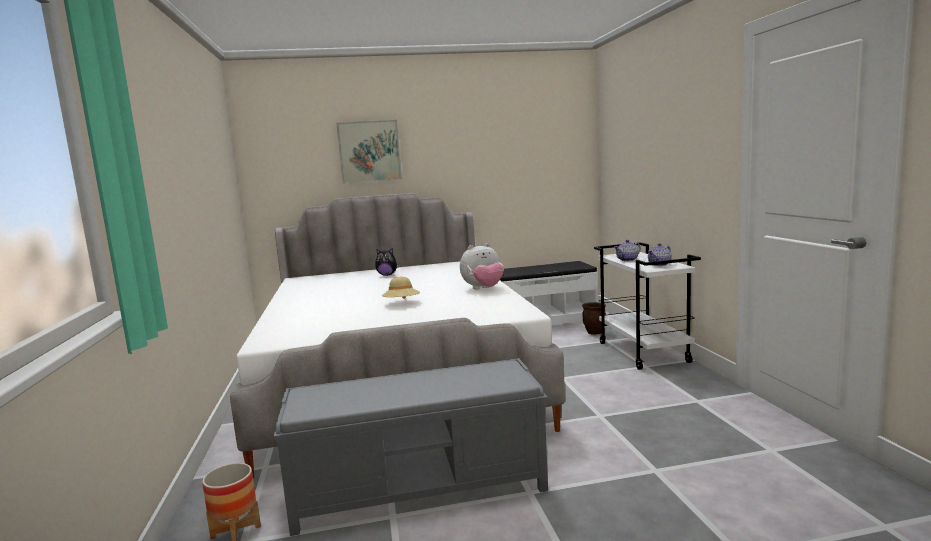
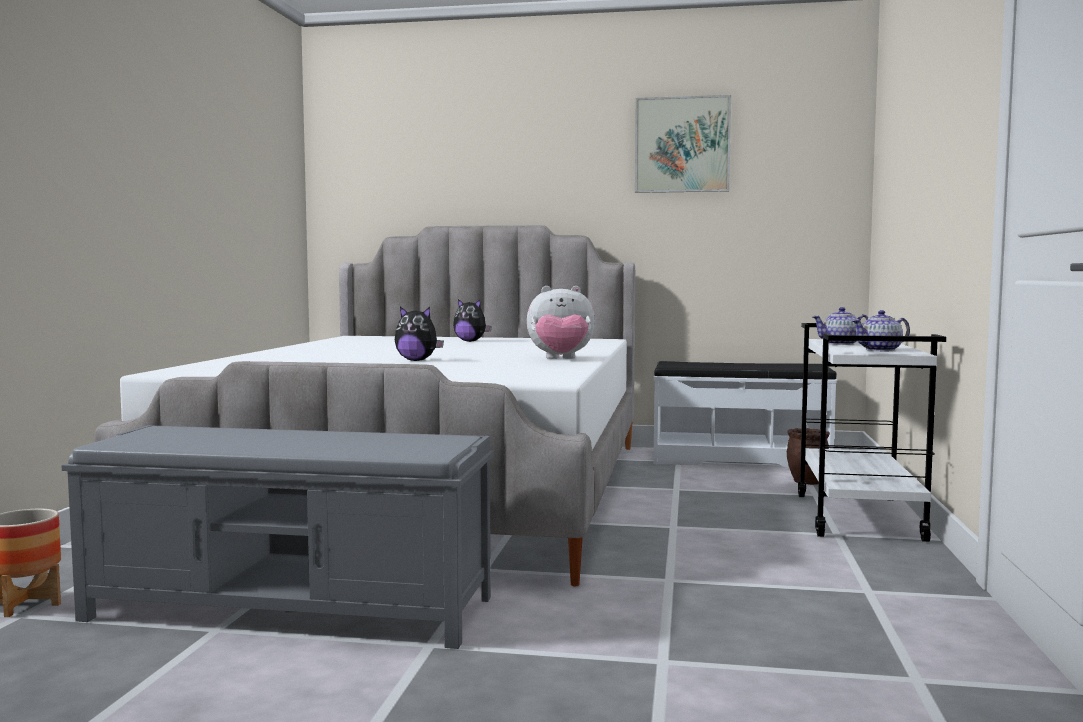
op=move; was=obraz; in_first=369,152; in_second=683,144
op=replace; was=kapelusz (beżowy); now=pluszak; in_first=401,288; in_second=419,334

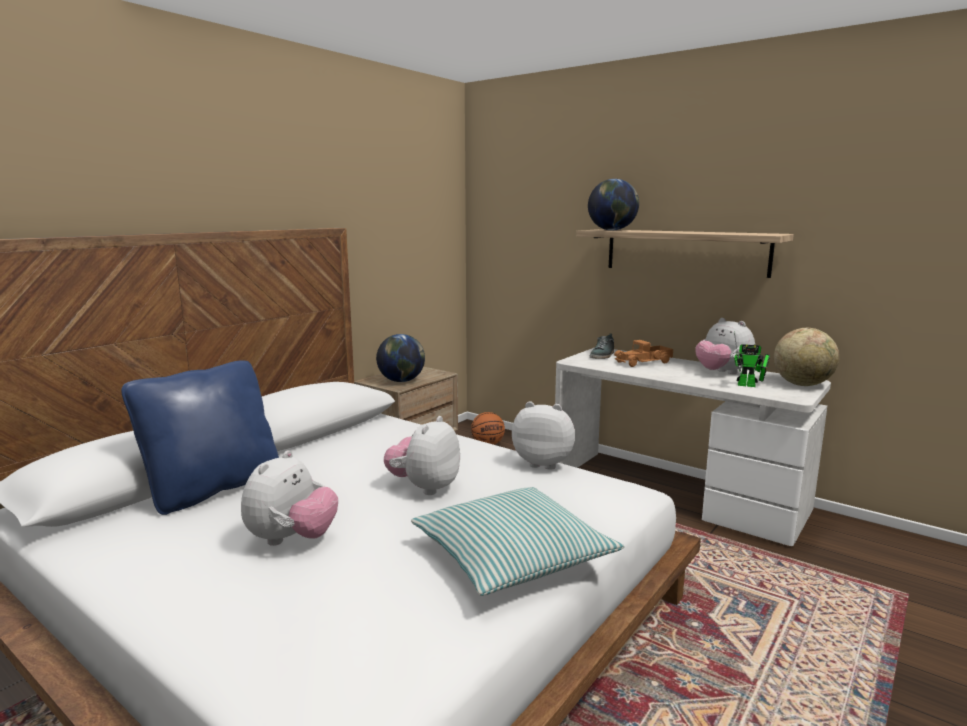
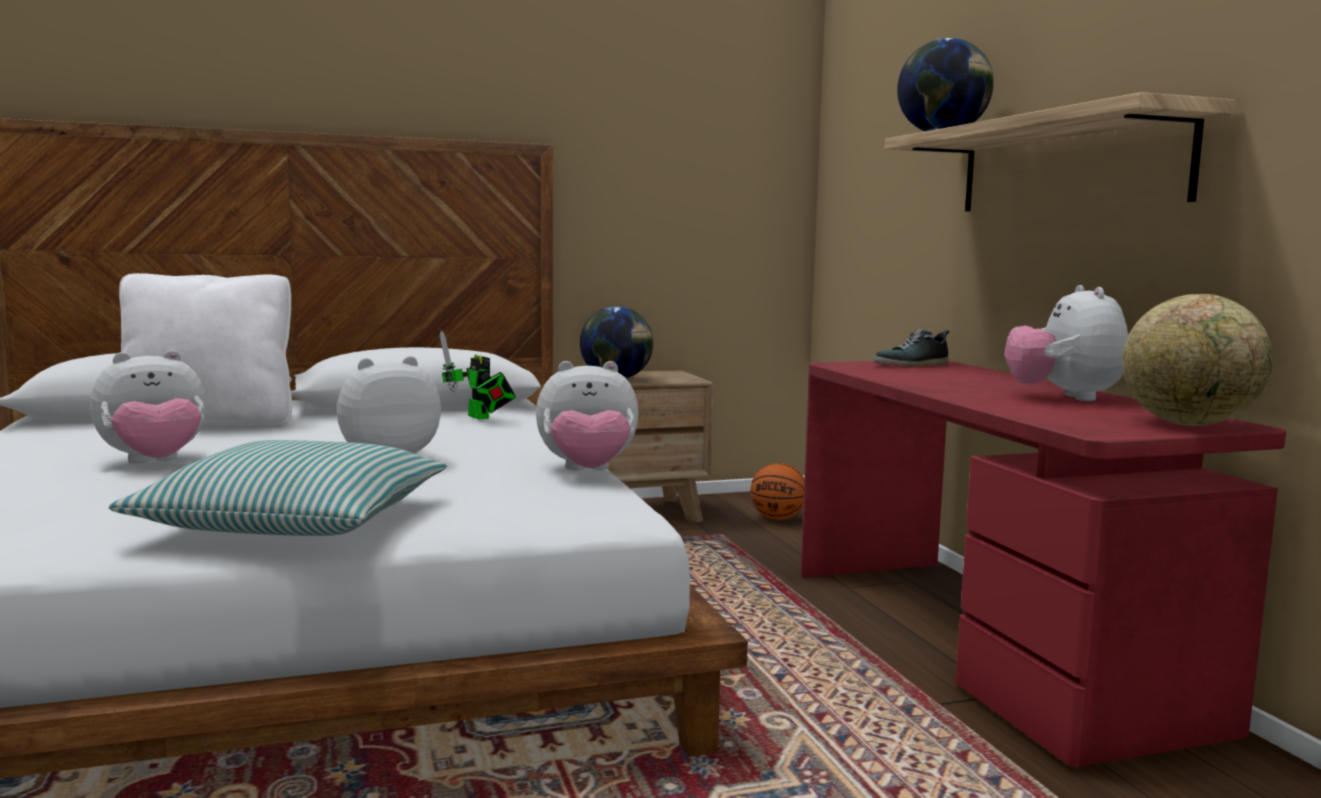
op=move; was=robot zabawkowy; in_first=752,359; in_second=477,375
op=delete; was=ciężarówka zabawkowa; in_first=643,353
op=recolor; was=biurko (biały); now=biurko (czerwony); in_first=693,447; in_second=1043,564
op=recolor; was=poduszka (niebieski); now=poduszka (biały); in_first=200,437; in_second=205,350
op=rotate; was=pluszak; in_first=543,435; in_second=587,415; clockwise=120

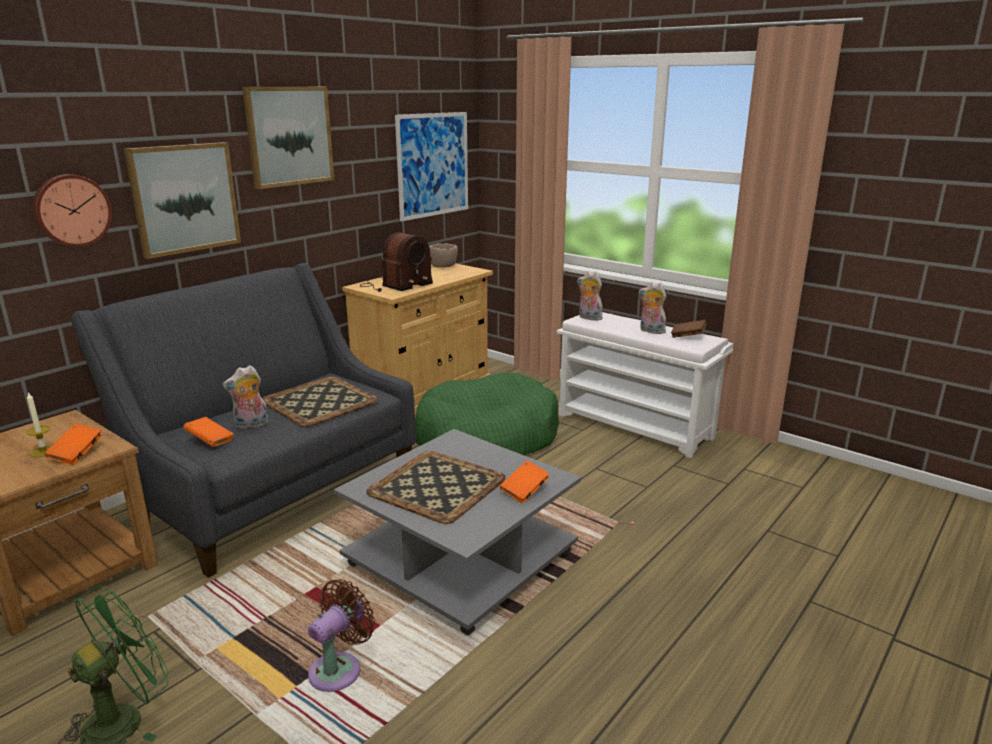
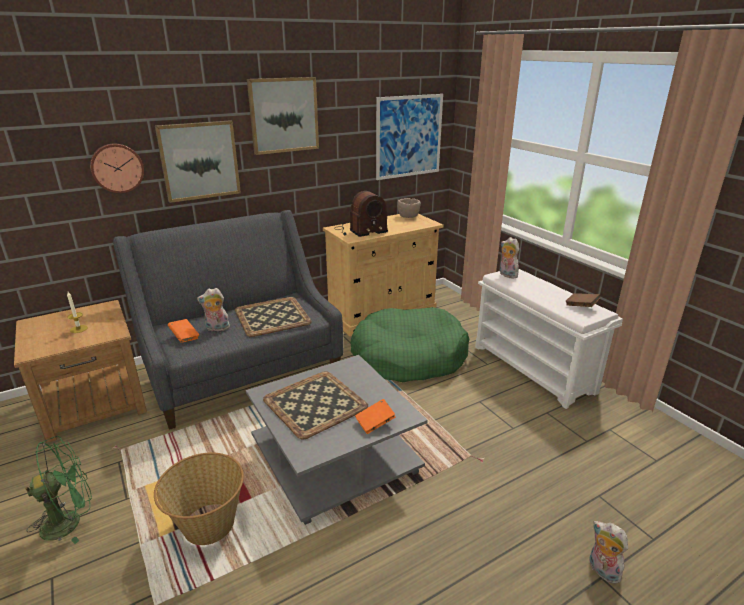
op=move; was=pluszak; in_first=653,308; in_second=608,552
op=delete; was=książka (pomarańczowy); in_first=73,444
op=replace; was=wentylator (brązowy); now=koszyk; in_first=341,635; in_second=199,498

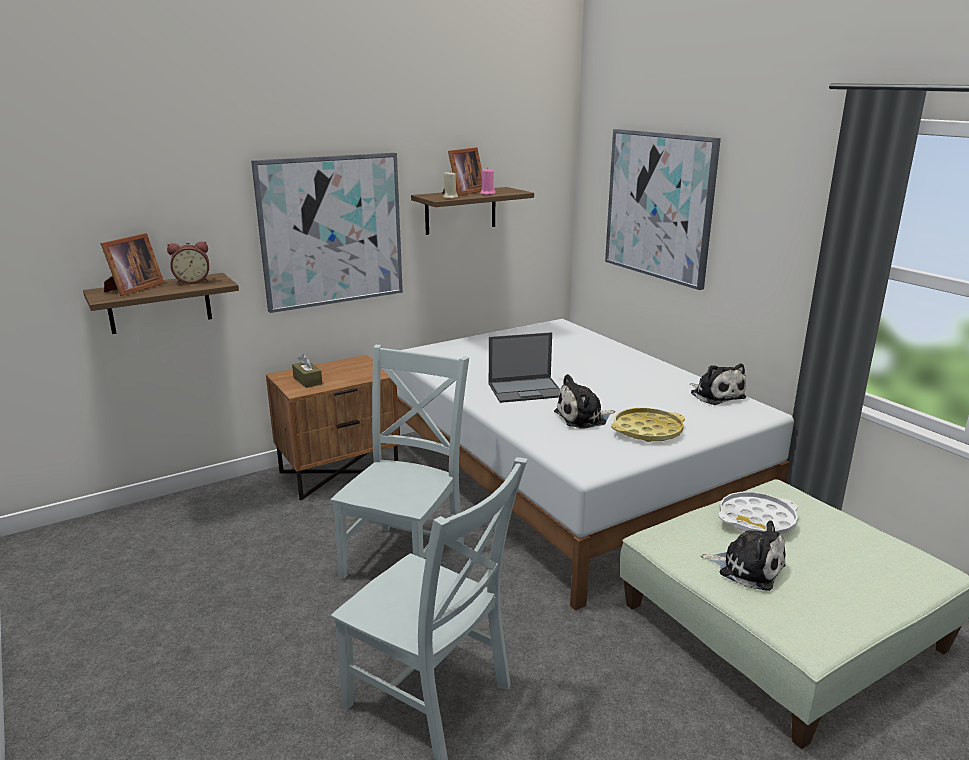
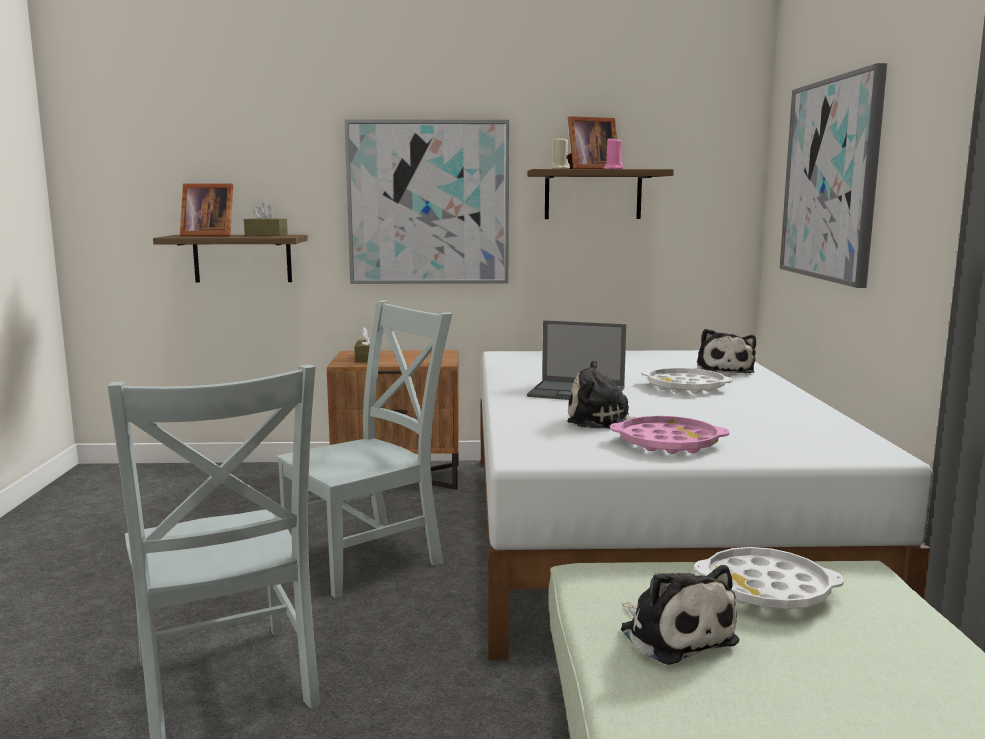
op=rotate; was=ramka na zdjęcie; in_first=132,264; in_second=206,209; clockwise=45
op=replace; was=budzik; now=pudełko chusteczek (brązowy); in_first=188,262; in_second=266,219
op=move; was=pluszak; in_first=718,384; in_second=726,351
op=recolor; was=taca (żółty); now=taca (różowy); in_first=648,425; in_second=669,435
op=insert; now=taca (biały); in_second=687,381

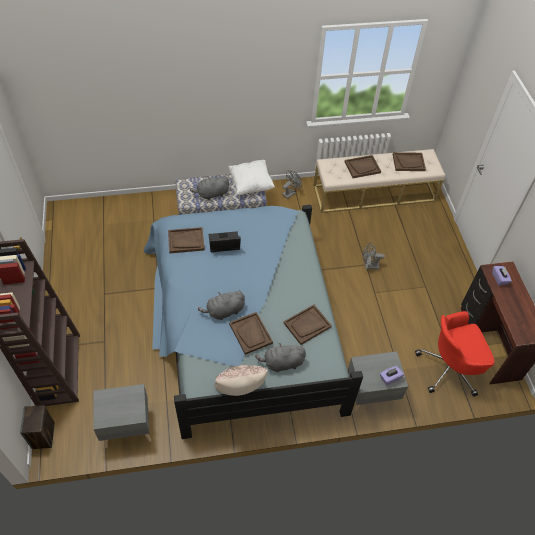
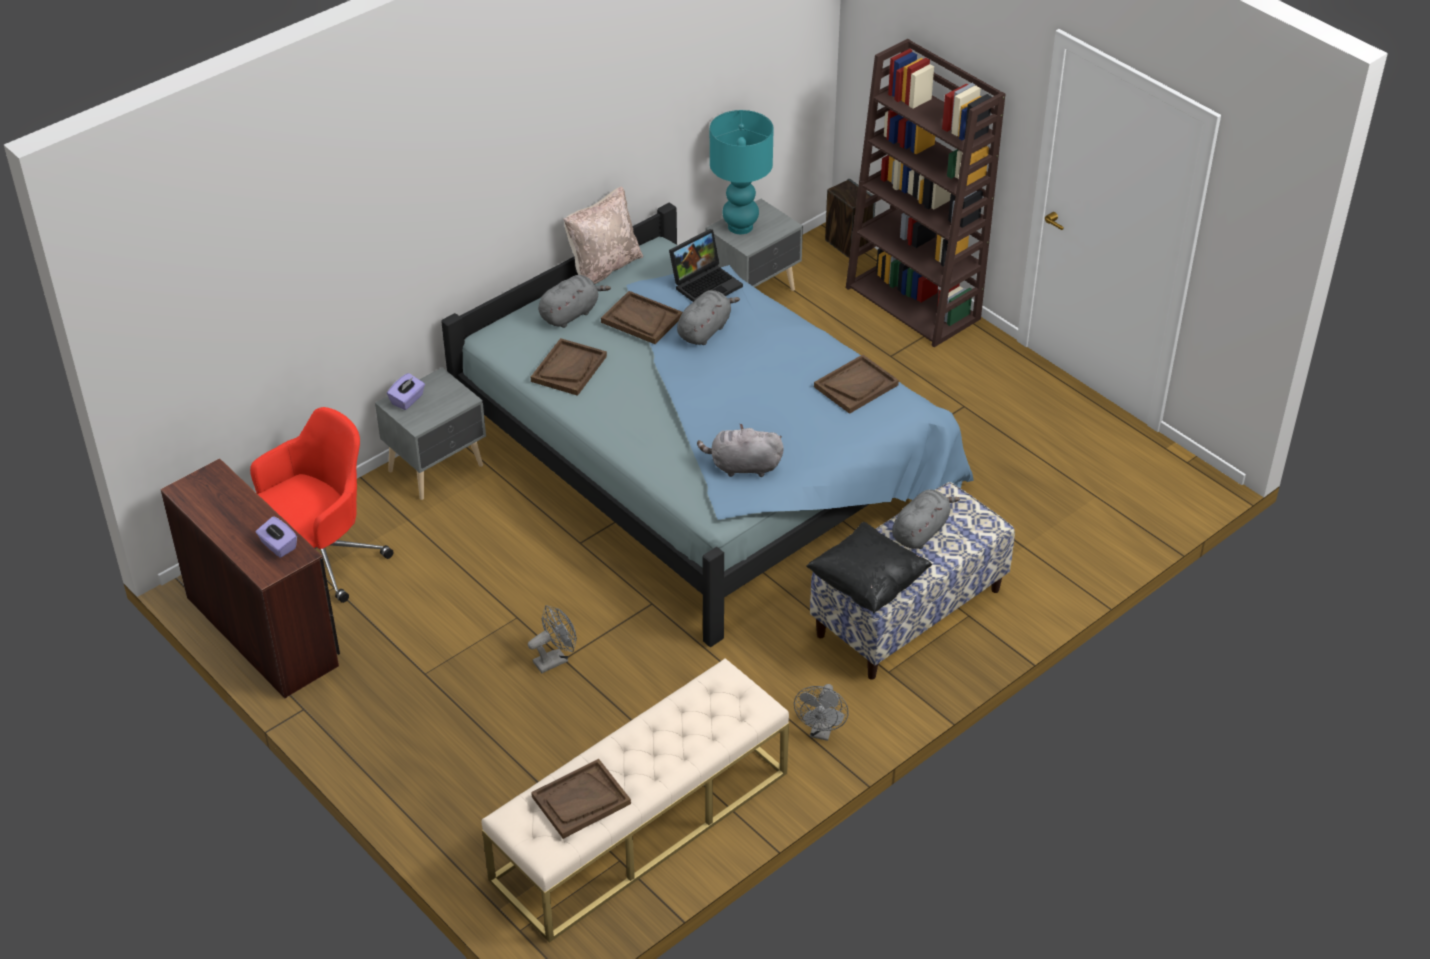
op=delete; was=taca (brązowy); in_first=363,166
op=recolor; was=poduszka (biały); now=poduszka (czarny); in_first=251,177; in_second=869,568
op=move; was=laptop; in_first=225,241; in_second=706,265
op=insert; now=lampa stołowa (turkusowy); in_second=742,172
op=insert; now=pluszak (szary); in_second=740,450

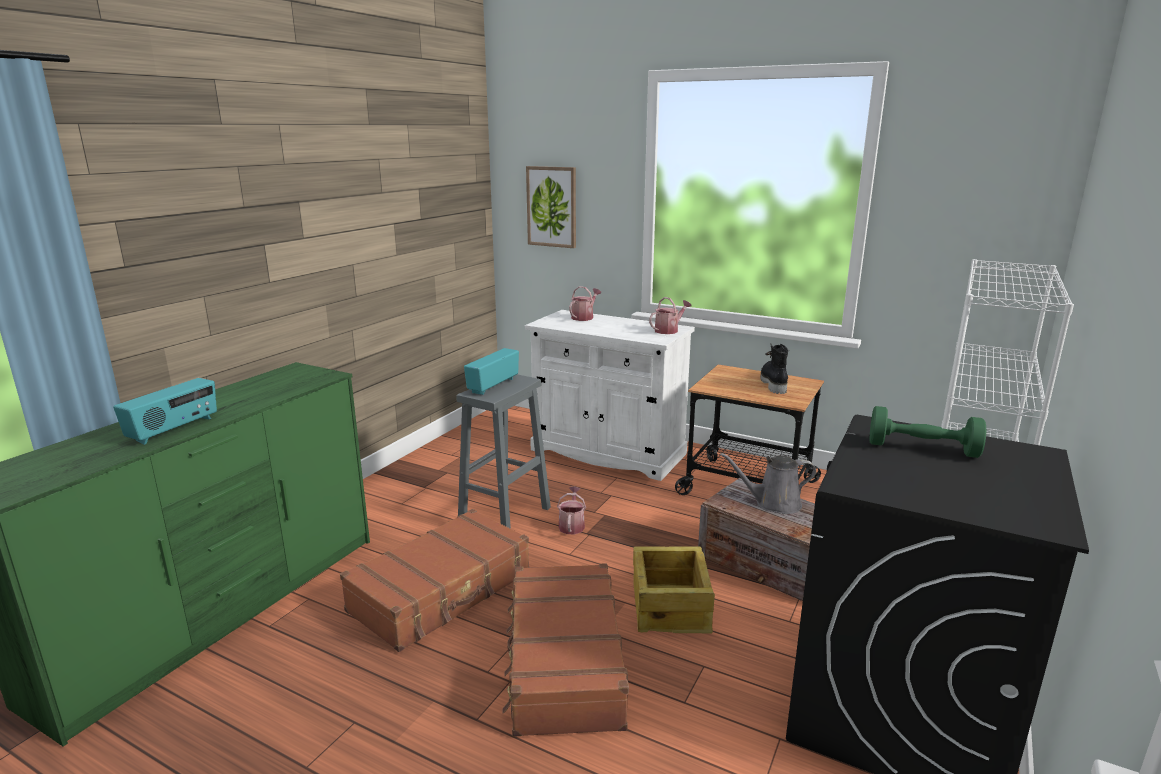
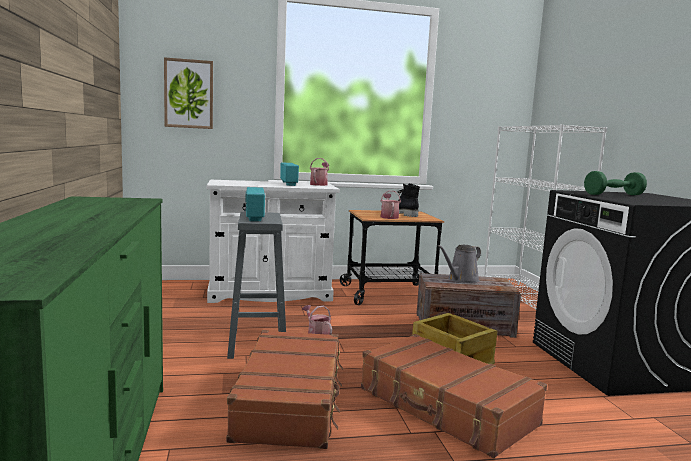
op=move; was=konewka; in_first=585,303; in_second=391,205
op=move; was=radio; in_first=165,411; in_second=289,174

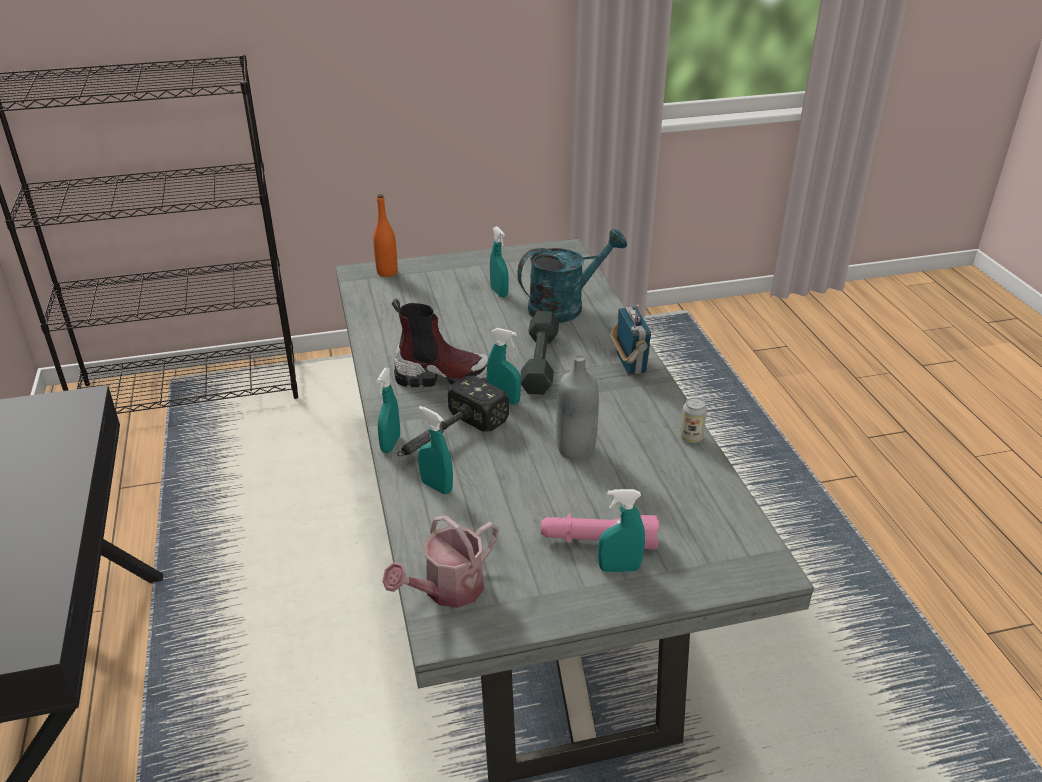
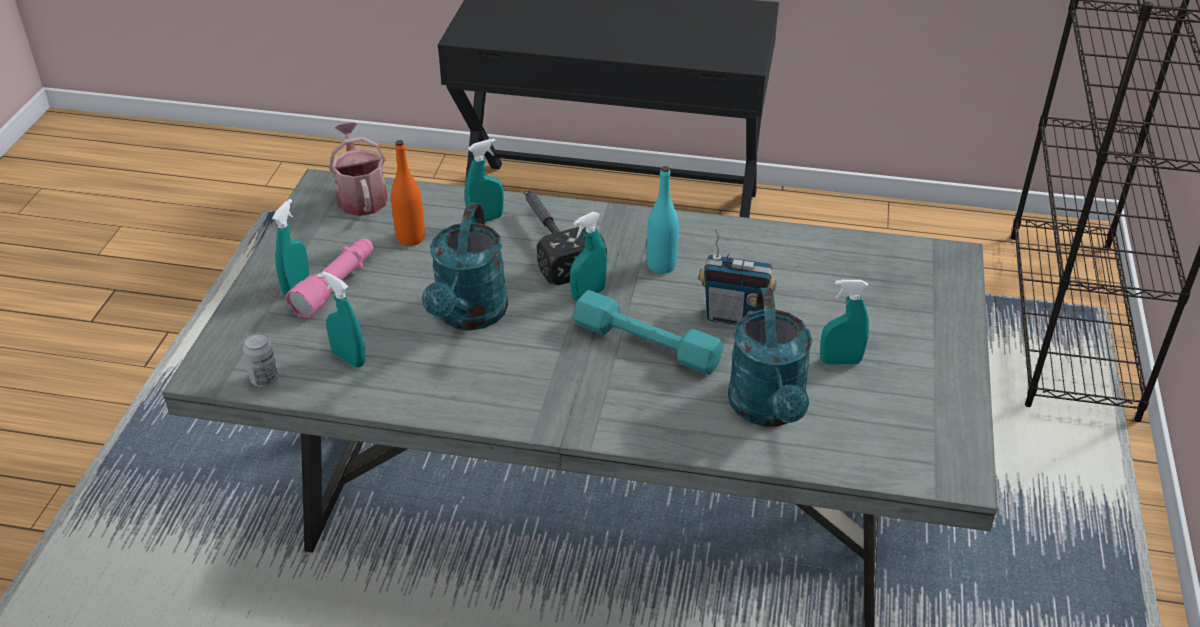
op=move; was=butelka (pomarańczowy); in_first=385,235; in_second=408,193
op=replace; was=but z cholewką; now=butelka (turkusowy); in_first=440,343; in_second=663,220
op=move; was=radio; in_first=630,339; in_second=737,276
op=recolor; was=hantel (szary); now=hantel (turkusowy); in_first=539,353; in_second=648,332
op=replace; was=butelka (szary); now=konewka (turkusowy); in_first=577,407; in_second=465,266
op=move; was=spryskiwacz (turkusowy); in_first=388,410; in_second=343,319
op=move; was=puszka; in_first=693,420; in_second=261,360

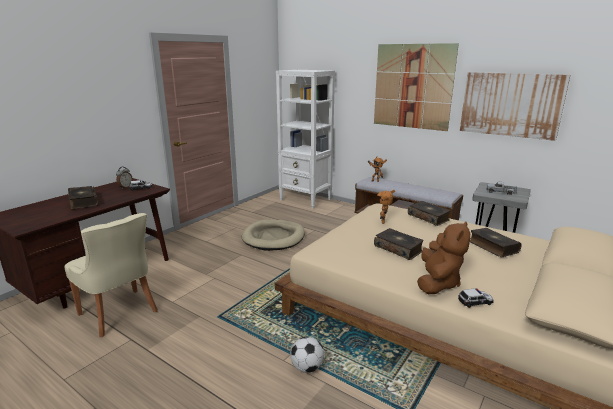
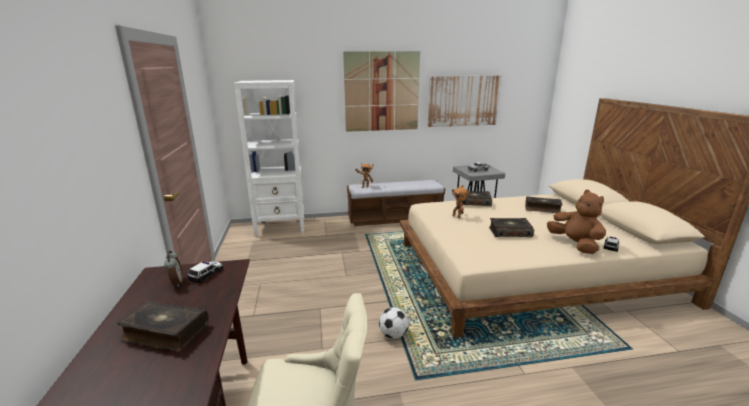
op=delete; was=legowisko (beżowy); in_first=273,235
op=move; was=piłka futbolowa; in_first=307,354; in_second=394,323

